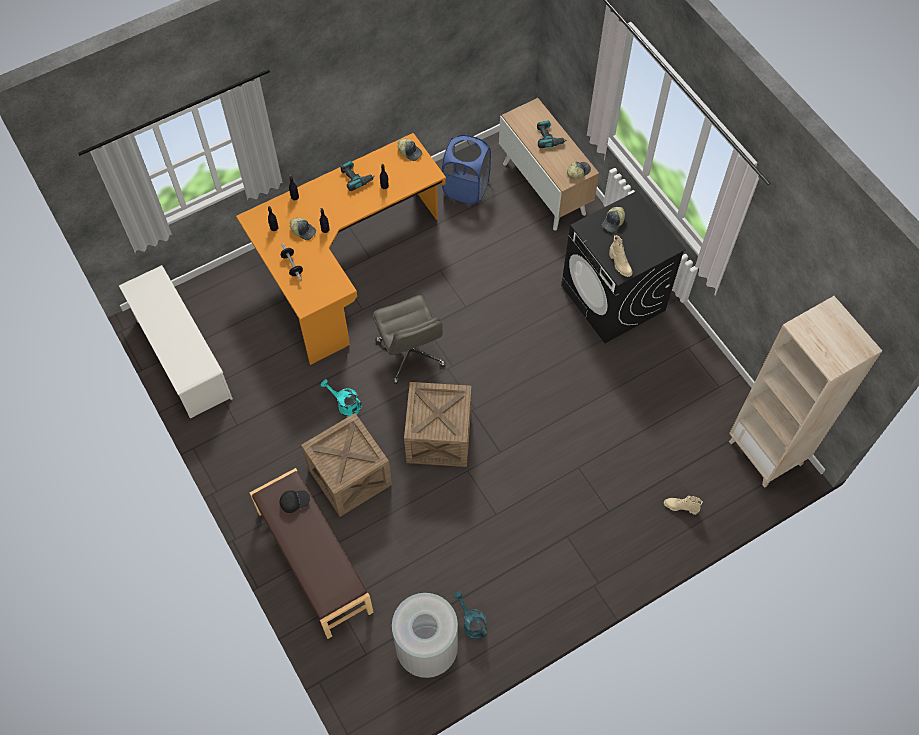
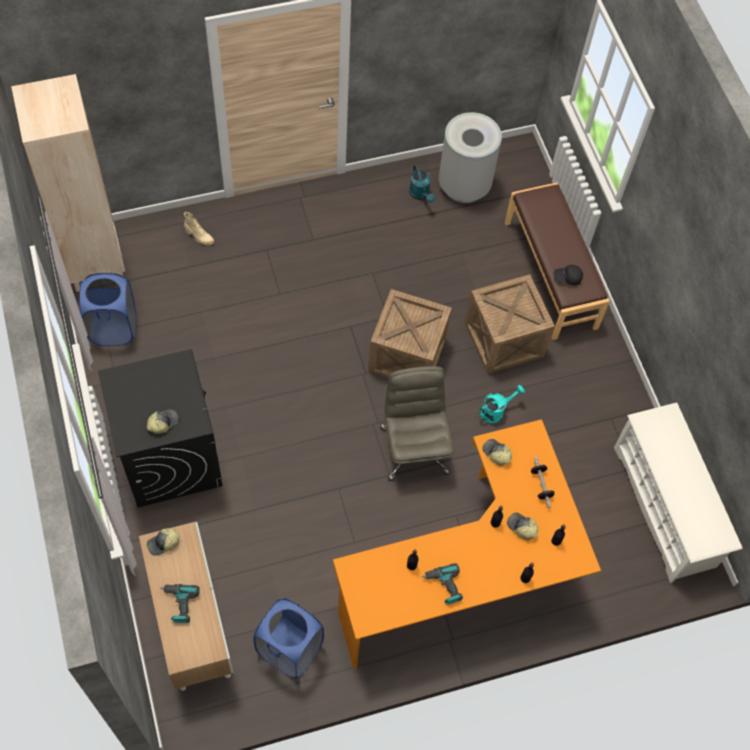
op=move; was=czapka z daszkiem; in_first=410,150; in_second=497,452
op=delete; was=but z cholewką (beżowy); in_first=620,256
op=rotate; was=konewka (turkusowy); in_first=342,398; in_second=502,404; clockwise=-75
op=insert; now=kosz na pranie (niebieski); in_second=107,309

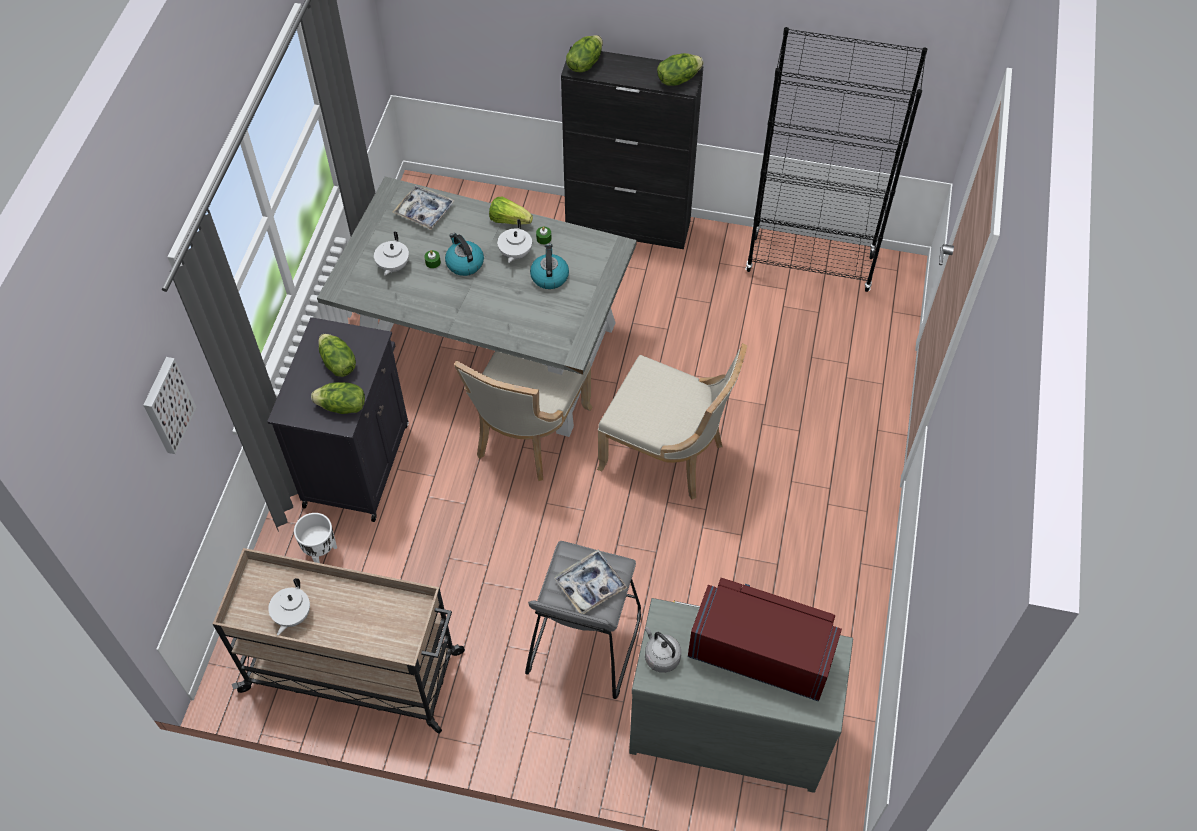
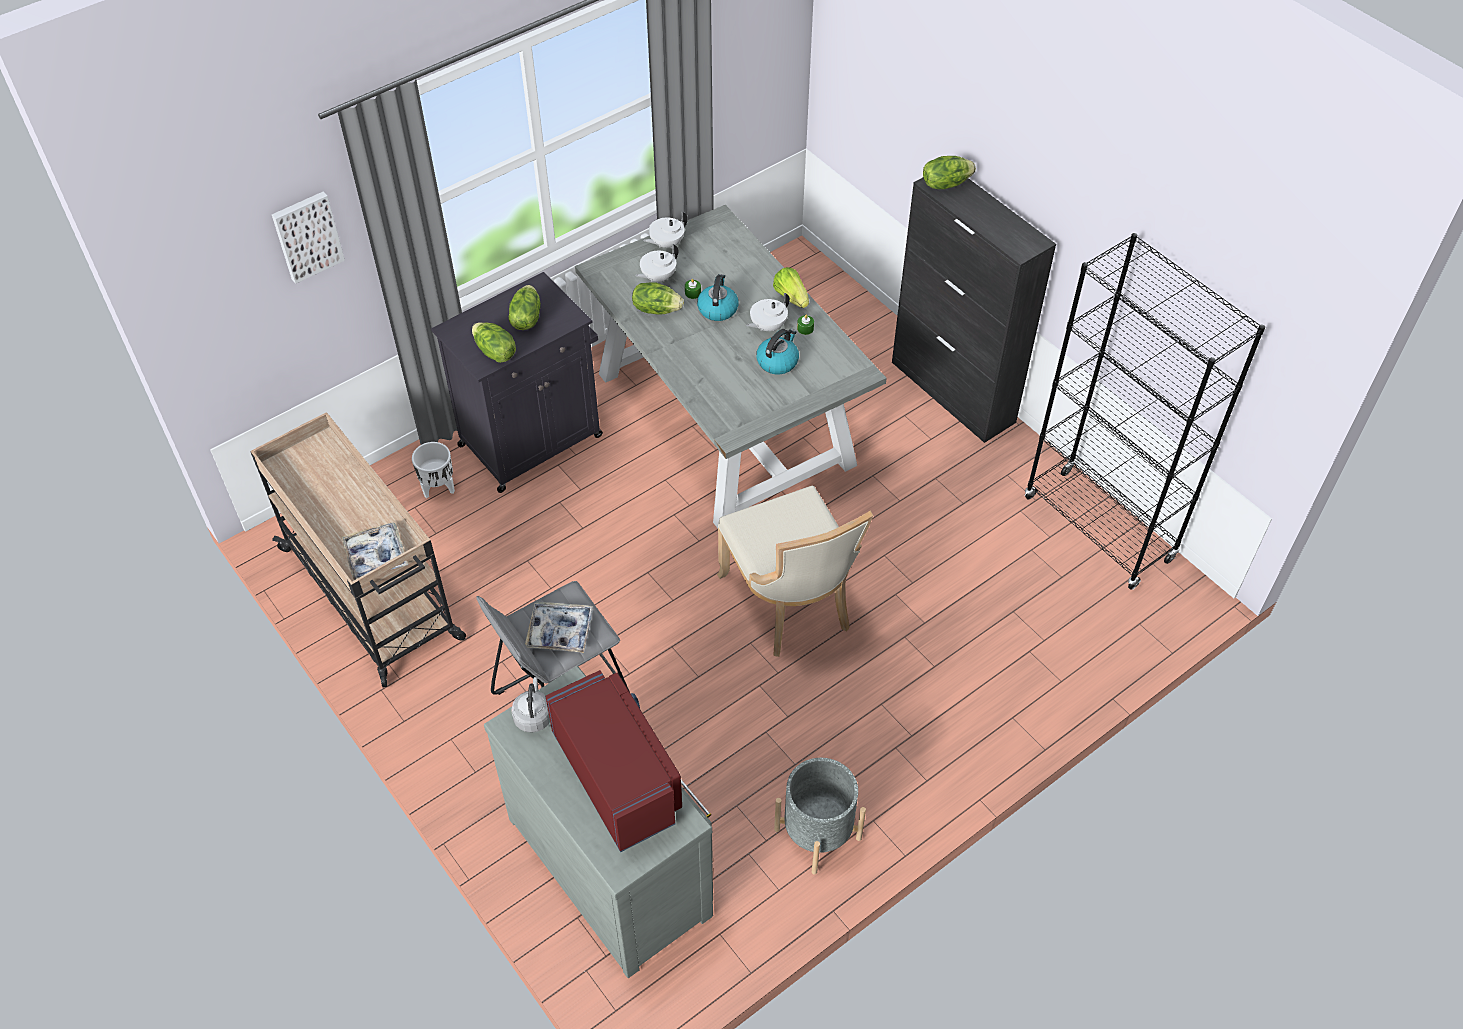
op=move; was=sałata; in_first=680,69; in_second=658,298
op=move; was=taca; in_first=423,207; in_second=374,551
op=delete; was=krzesło (beżowy); in_first=523,416
op=move; was=imbryk (biały); in_first=289,606; in_second=665,229
op=insert; now=donica (szary); in_second=820,816

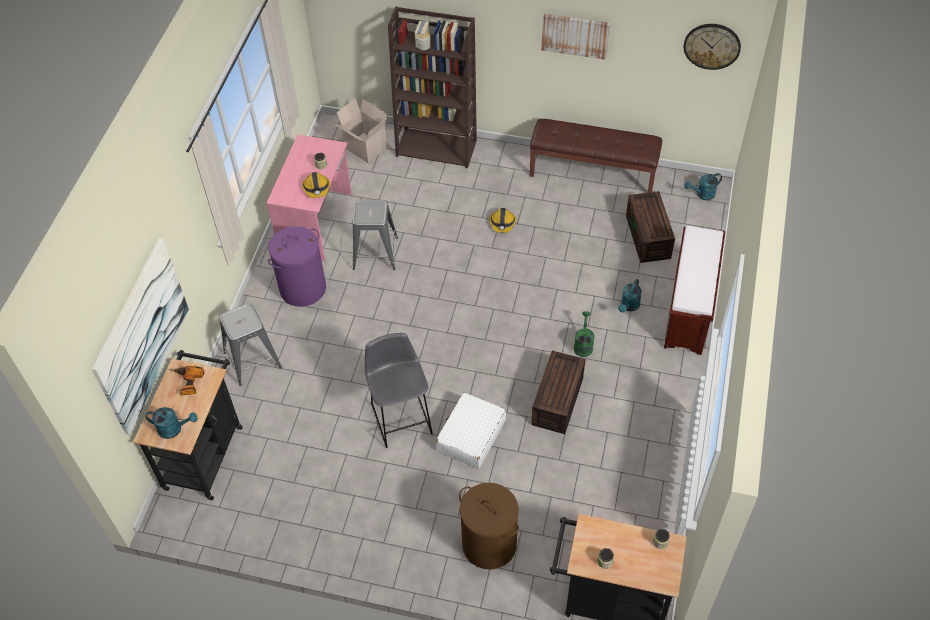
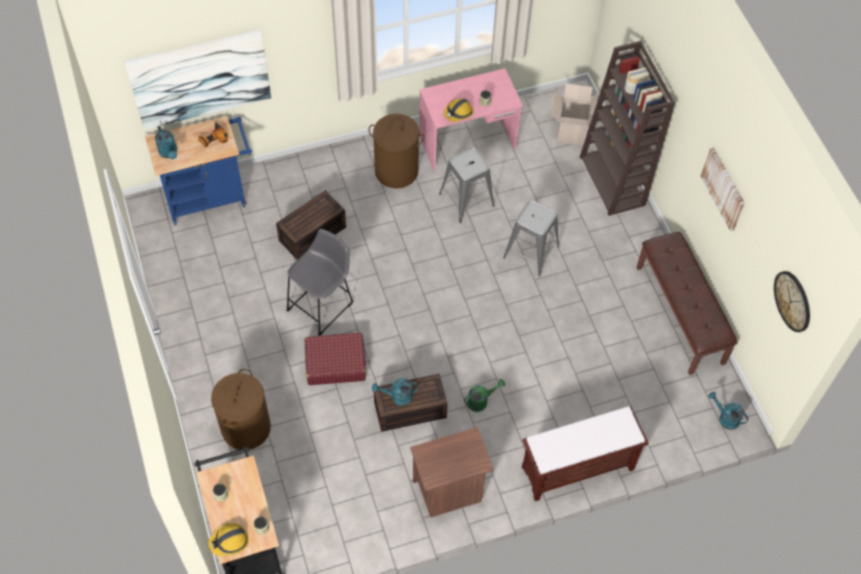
op=move; was=pojemnik do przechowywania (brązowy); in_first=650,227; in_second=311,225
op=move; was=kask; in_first=502,220; in_second=228,539
op=recolor; was=kosz na pranie (fioletowy); now=kosz na pranie (brązowy); in_first=297,266; in_second=396,151
op=move; was=konewka (turkusowy); in_first=630,296; in_second=395,392
op=move; was=stołek (szary); in_first=250,344; in_second=531,238
op=recolor; was=wózek (czarny); now=wózek (niebieski); in_first=188,425; in_second=198,170
op=recolor; was=walizka (biały); now=walizka (czerwony); in_first=471,431; in_second=335,358
op=insert; now=szafka nocna (brązowy); in_second=452,472

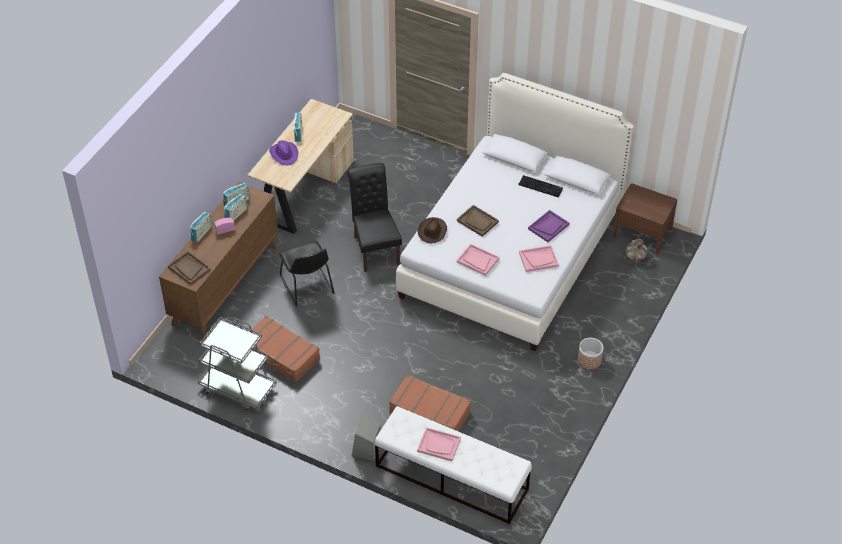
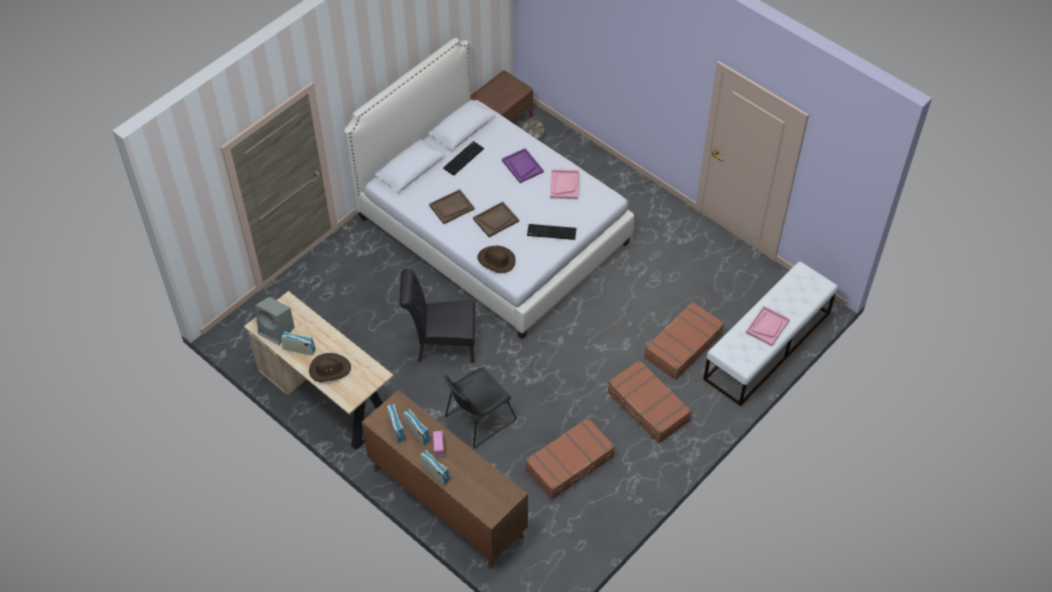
op=recolor; was=kapelusz (fioletowy); now=kapelusz (brązowy); in_first=283,152; in_second=330,367
op=rotate; was=krzesło (czarny); in_first=307,274; in_second=480,408; clockwise=150
op=replace; was=taca (różowy); now=klawiatura; in_first=478,260; in_second=551,232
op=move; was=taca (brązowy); in_first=189,268; in_second=452,206
op=delete; was=wózek (szary); in_first=237,363
op=delete; was=donica; in_first=590,353
op=move; was=głośnik (szary); in_first=366,438; in_second=275,321
op=insert; now=walizka (brązowy); in_second=649,402

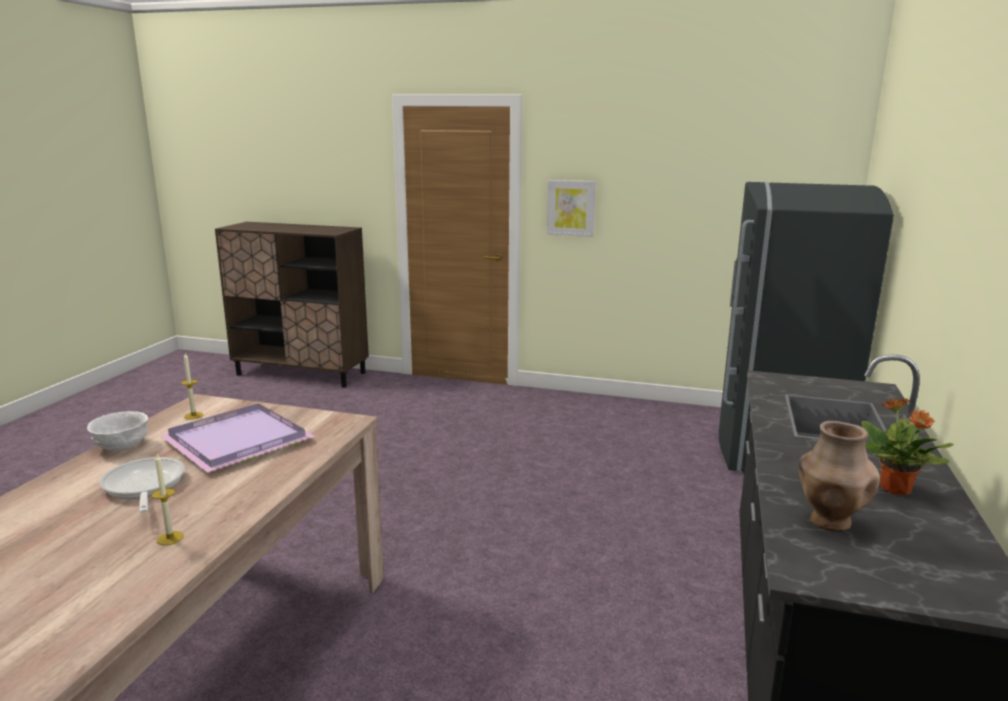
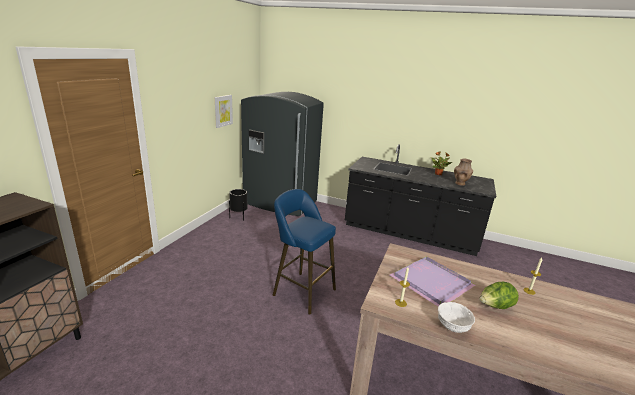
op=move; was=obraz; in_first=571,208; in_second=224,111
op=replace; was=patelnia; now=sałata; in_first=142,485; in_second=499,295
op=insert; now=donica (czarny); in_second=238,205
op=insert; now=stołek (niebieski); in_second=304,252

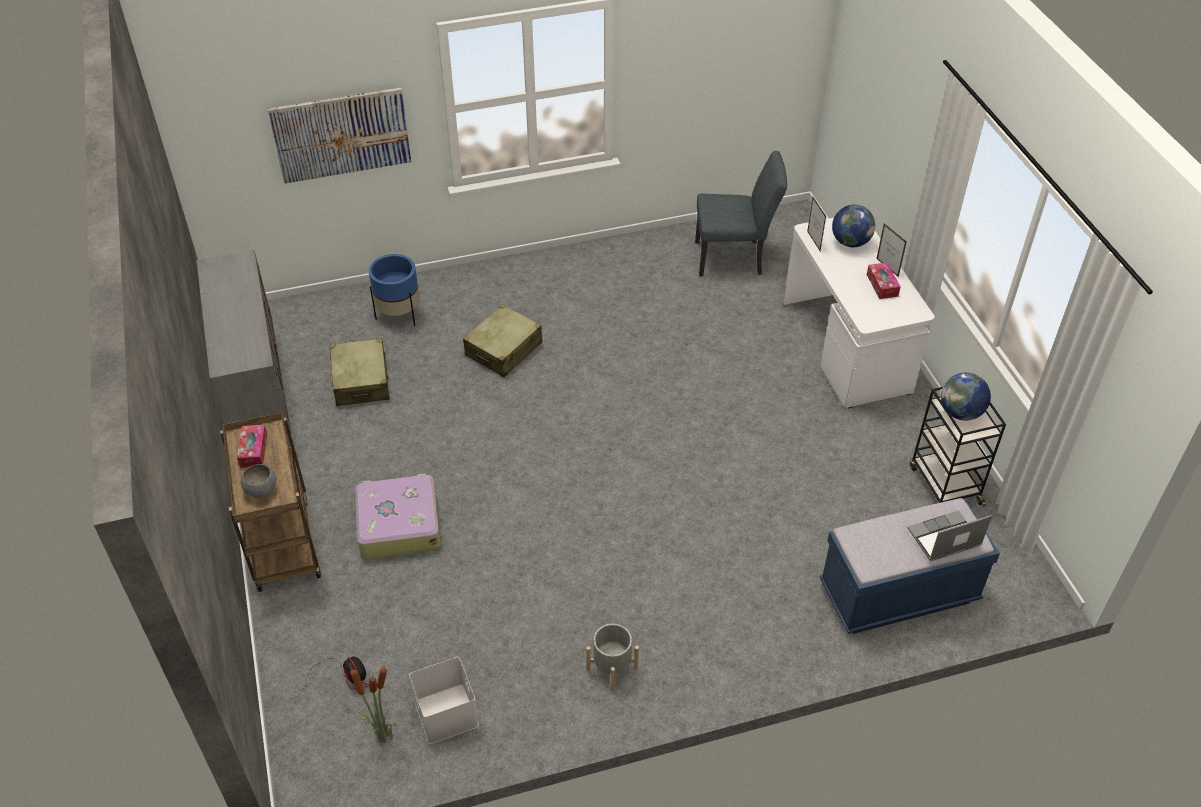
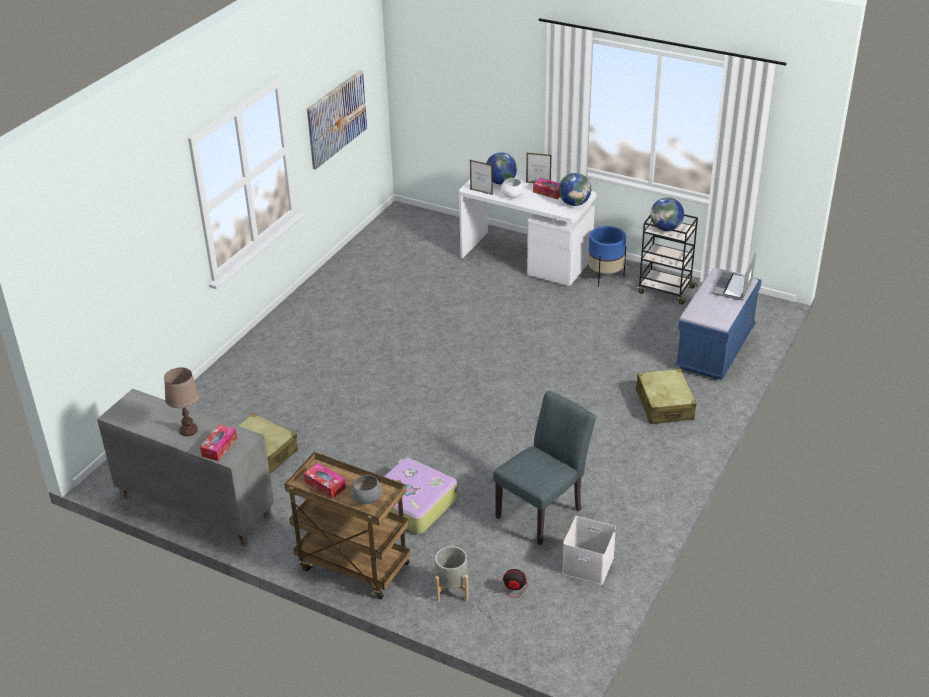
op=move; was=obraz; in_first=339,136; in_second=337,120
op=move; was=krzesło (szary); in_first=741,214; in_second=544,467
op=move; was=donica (niebieski); in_first=394,290; in_second=607,256
op=move; was=walizka (beżowy); in_first=502,340; in_second=666,396
op=move; was=donica (szary); in_first=612,658; in_second=452,574
op=delete; was=roślina doniczkowa; in_first=376,704
op=insert; now=globus; in_second=575,189
op=insert; now=miska (biały); in_second=512,188
op=insert; now=lampa stołowa (brązowy); in_second=181,401
op=insert; now=pudełko chusteczek; in_second=218,443

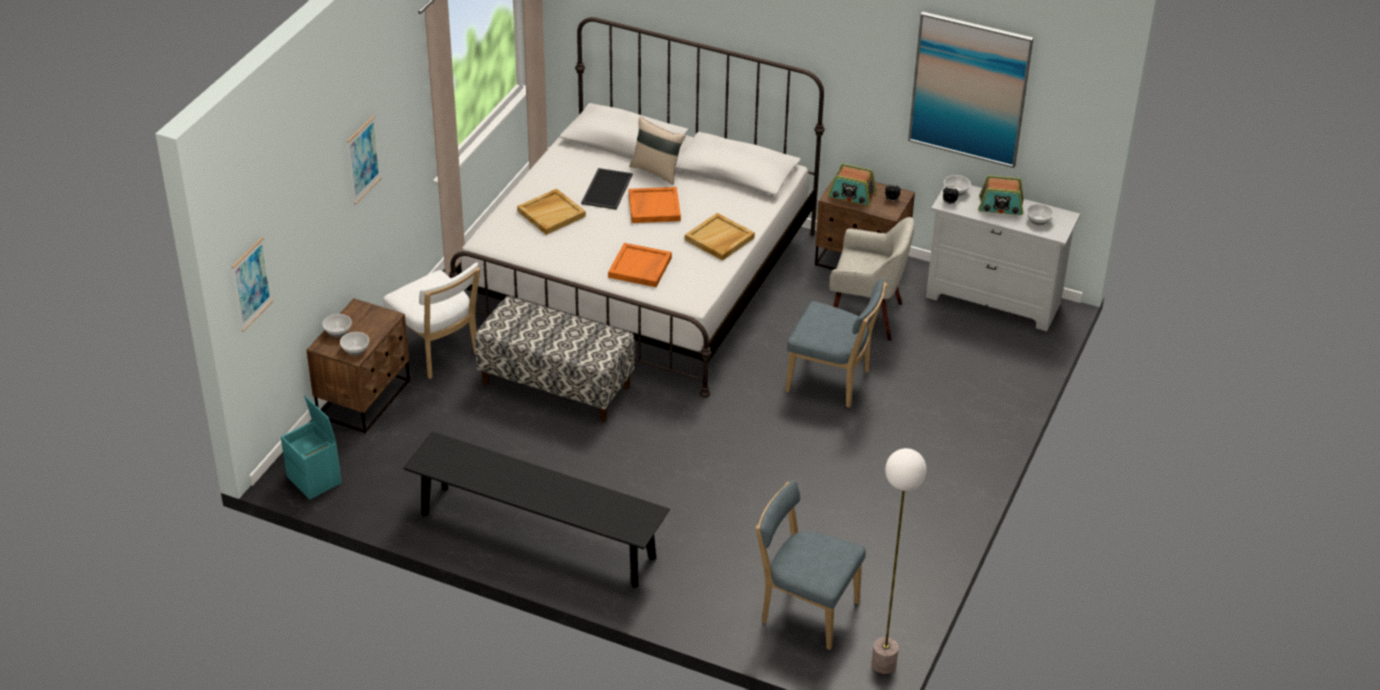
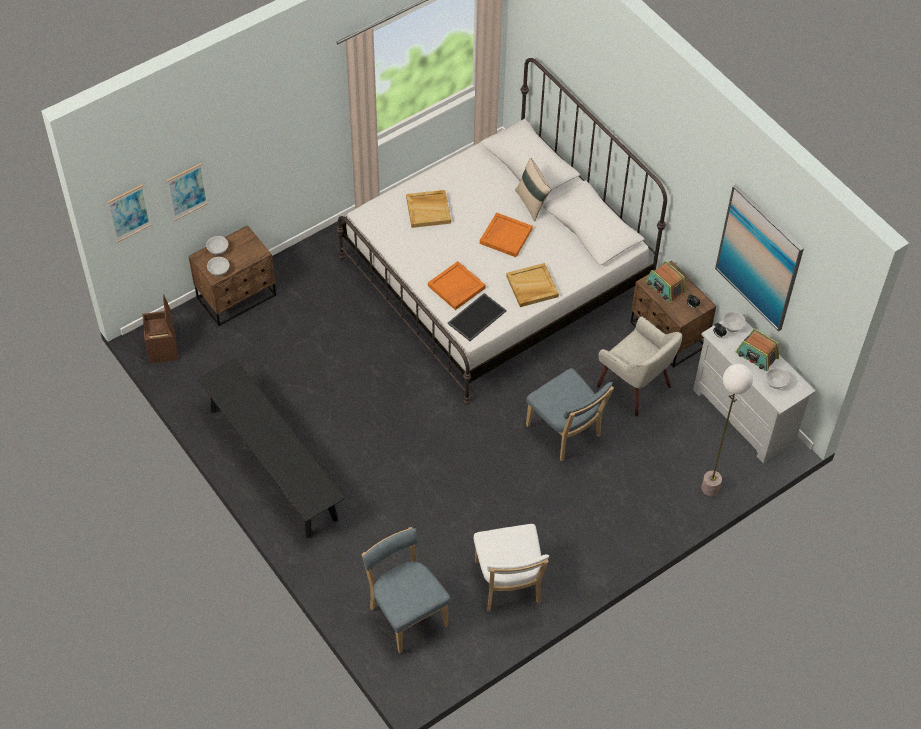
op=move; was=obraz; in_first=364,160; in_second=187,192
op=move; was=taca; in_first=607,189; in_second=477,317
op=move; was=krzesło (biały); in_first=431,320; in_second=511,567
op=delete; was=ławka; in_first=555,359
op=recolor; was=pojemnik do przechowywania (turkusowy); now=pojemnik do przechowywania (brązowy); in_first=311,447; in_second=160,329
op=move; was=lampa stojąca; in_first=899,561; in_second=727,430

